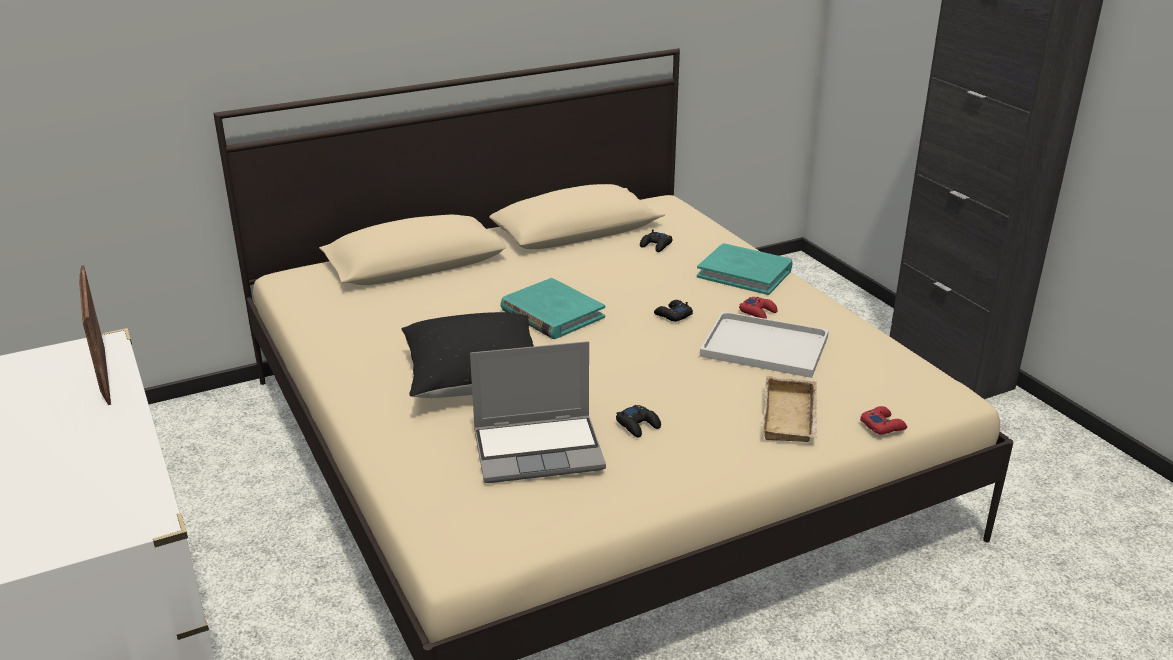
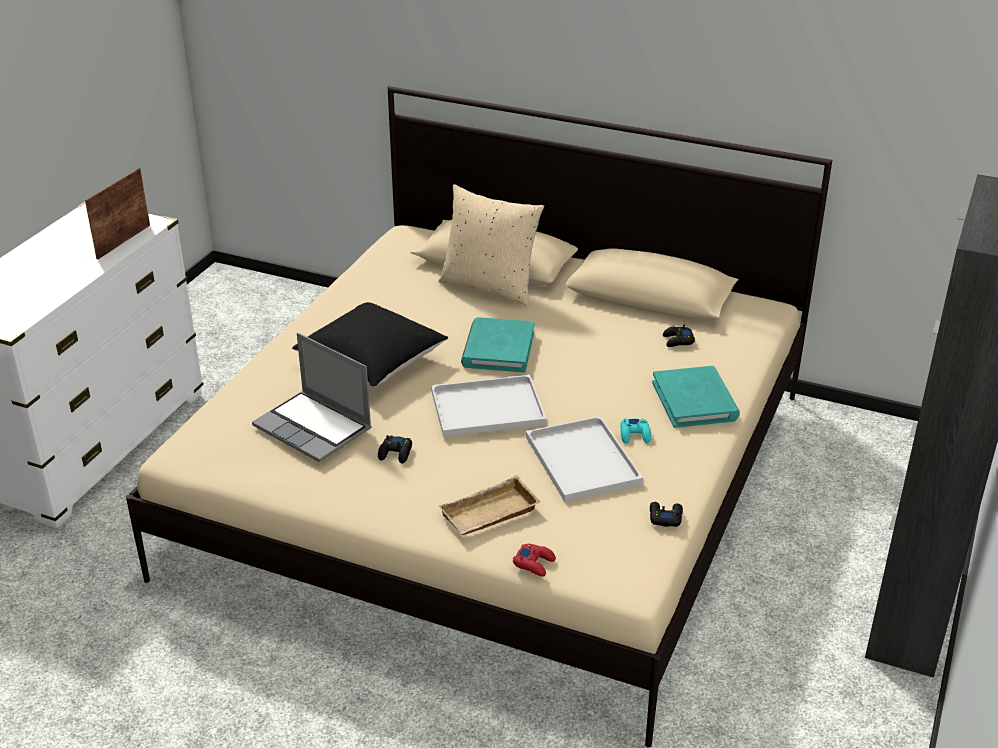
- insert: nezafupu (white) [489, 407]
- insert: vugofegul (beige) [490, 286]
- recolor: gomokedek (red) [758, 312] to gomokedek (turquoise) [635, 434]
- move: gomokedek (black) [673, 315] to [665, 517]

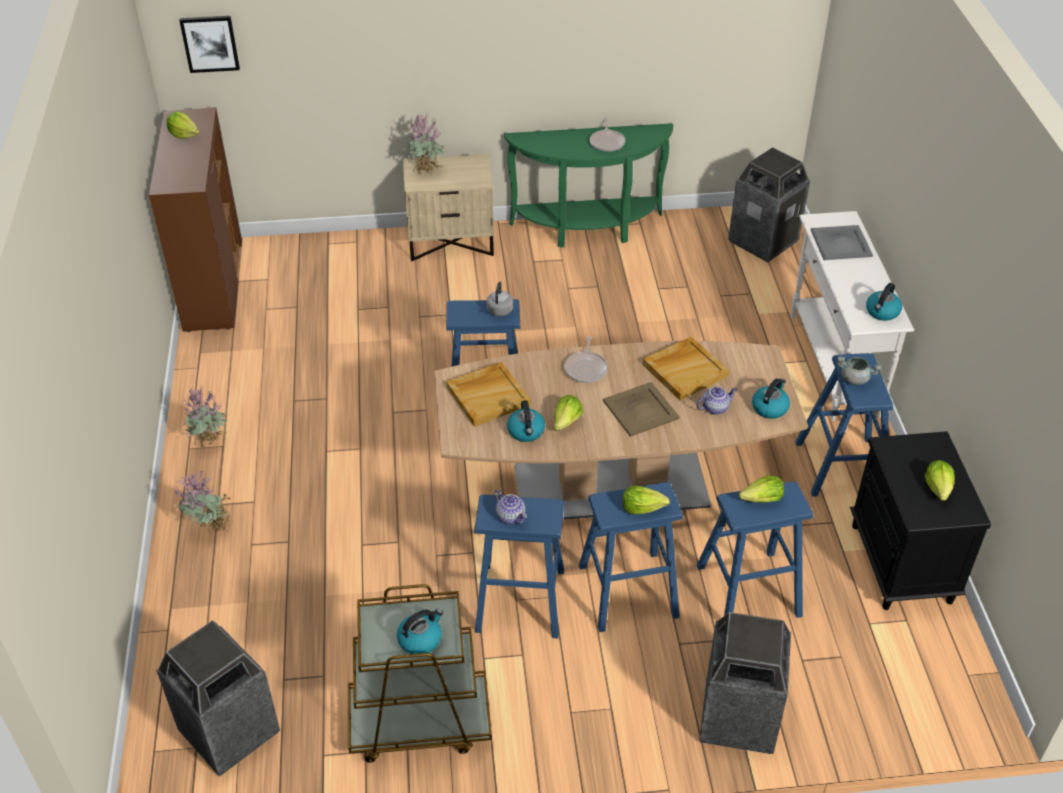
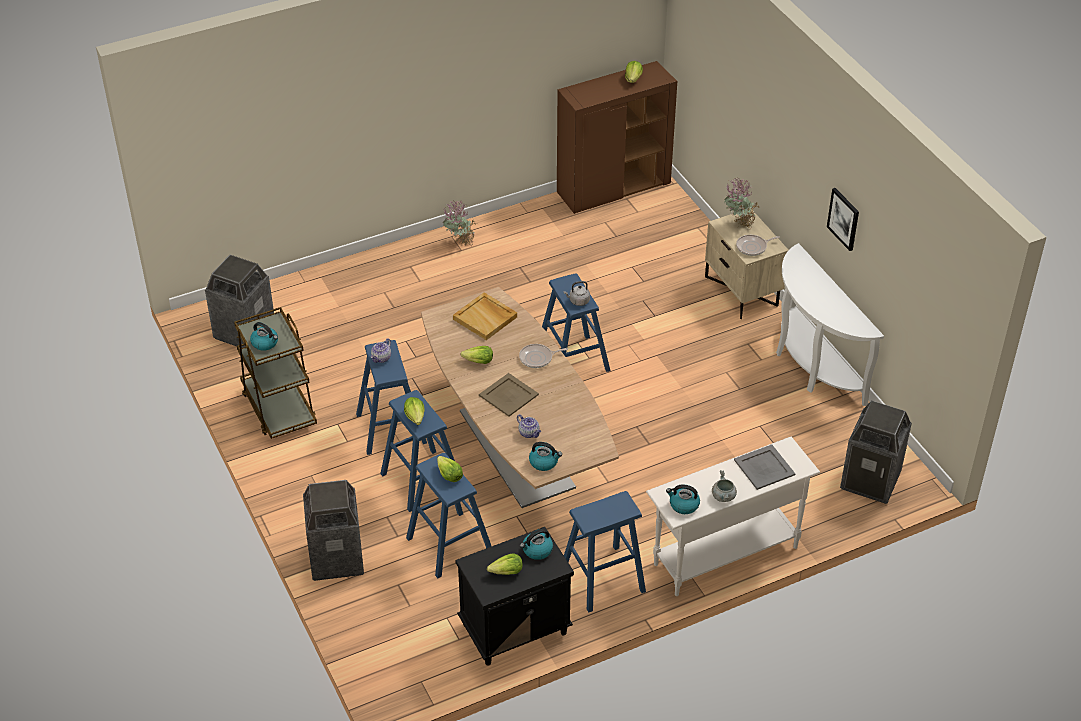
- move: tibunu [526, 431] to [537, 550]
- move: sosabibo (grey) [855, 378] to [724, 497]
- move: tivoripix [607, 142] to [753, 247]
- recolor: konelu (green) [588, 230] to konelu (white) [811, 365]
- move: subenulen [210, 43] to [844, 218]
- delete: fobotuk [211, 530]
- delete: nezafupu (beige) [685, 370]

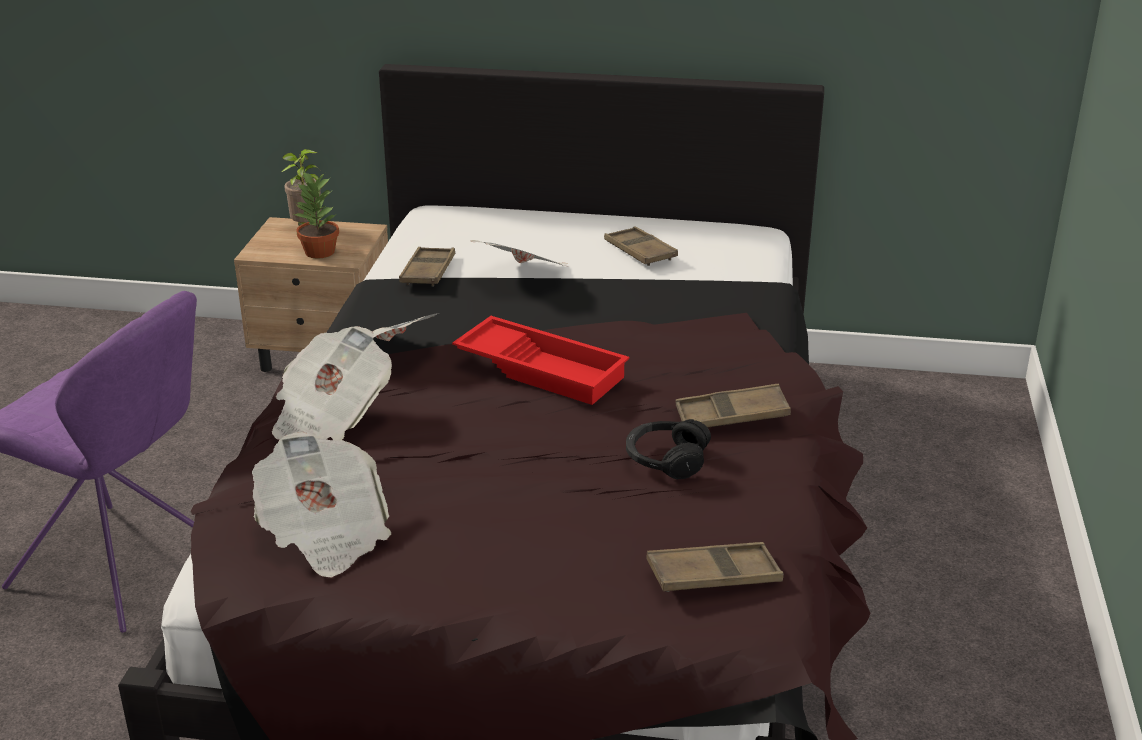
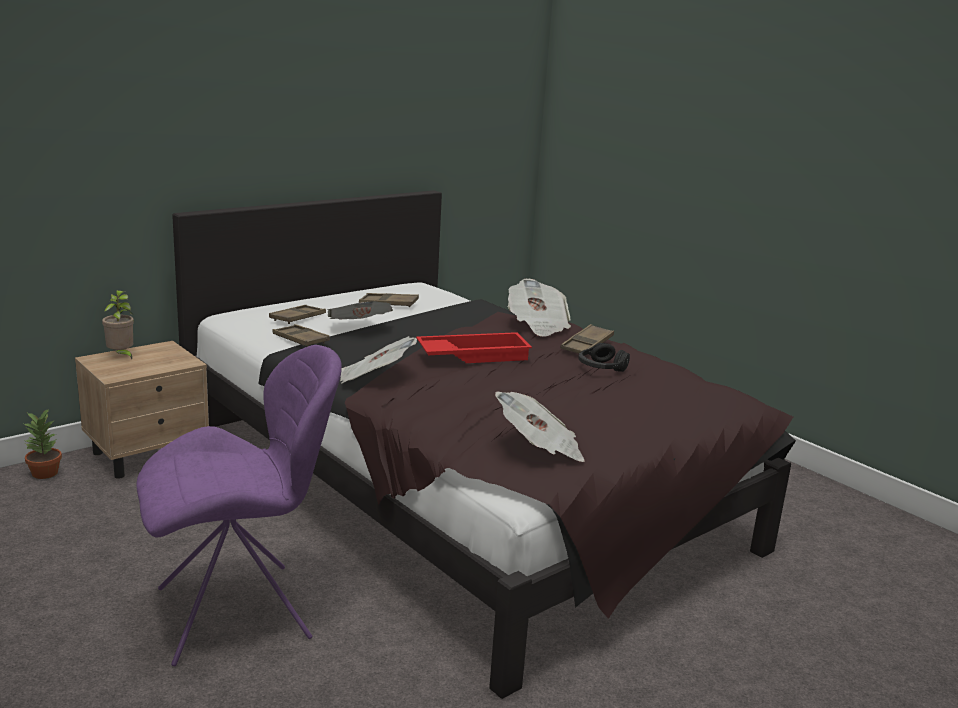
- move: fobotuk [320, 252] to [45, 473]
- move: nezafupu (brown) [713, 575] to [297, 318]
- move: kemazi [330, 415] to [537, 325]

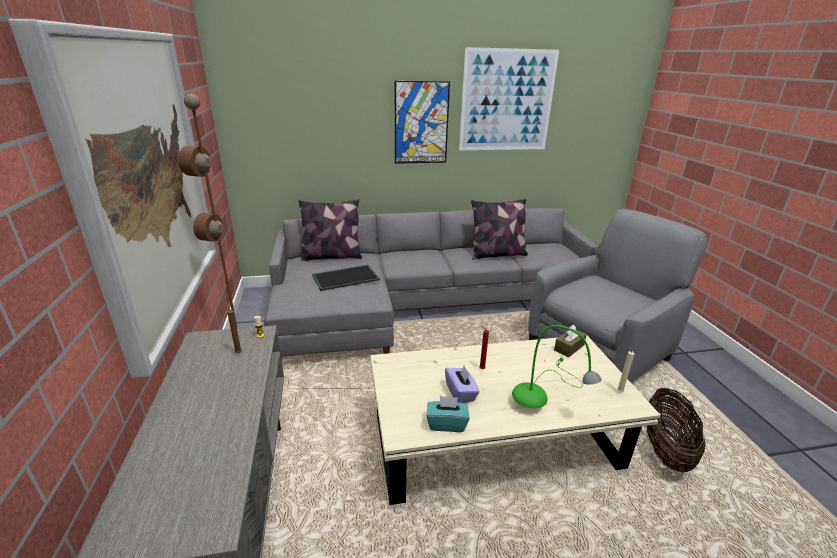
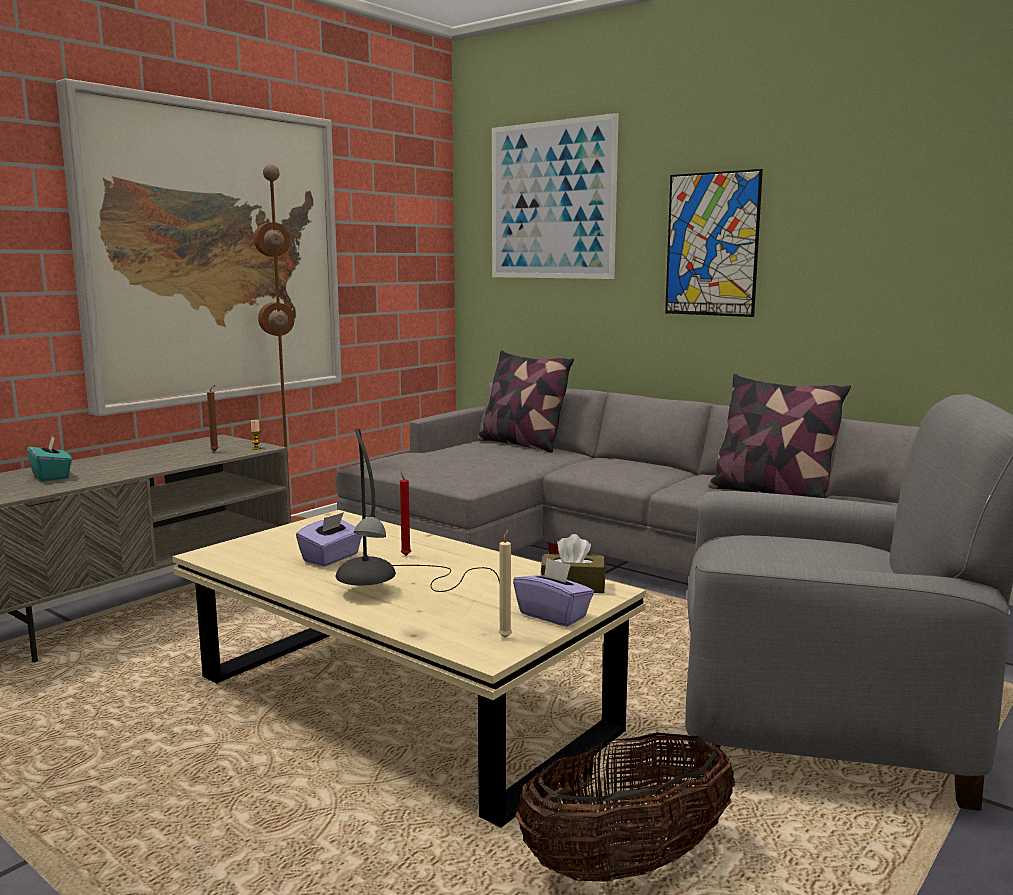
- move: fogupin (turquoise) [446, 424] to [51, 476]
- recolor: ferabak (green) [546, 400] to ferabak (grey) [394, 599]
- move: subenulen [507, 101] to [551, 200]
- insert: fogupin (purple) [553, 615]
- delete: nezafupu [346, 277]

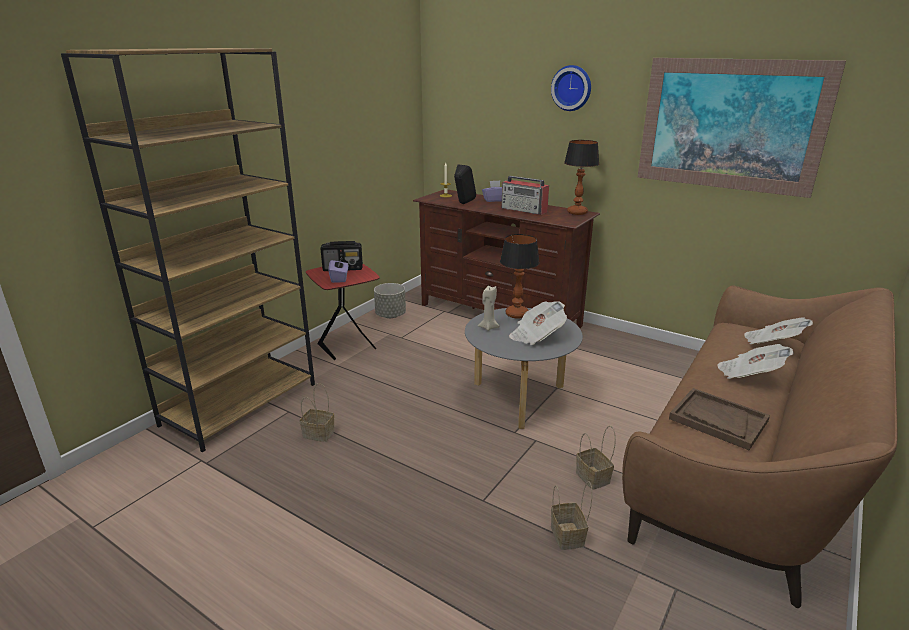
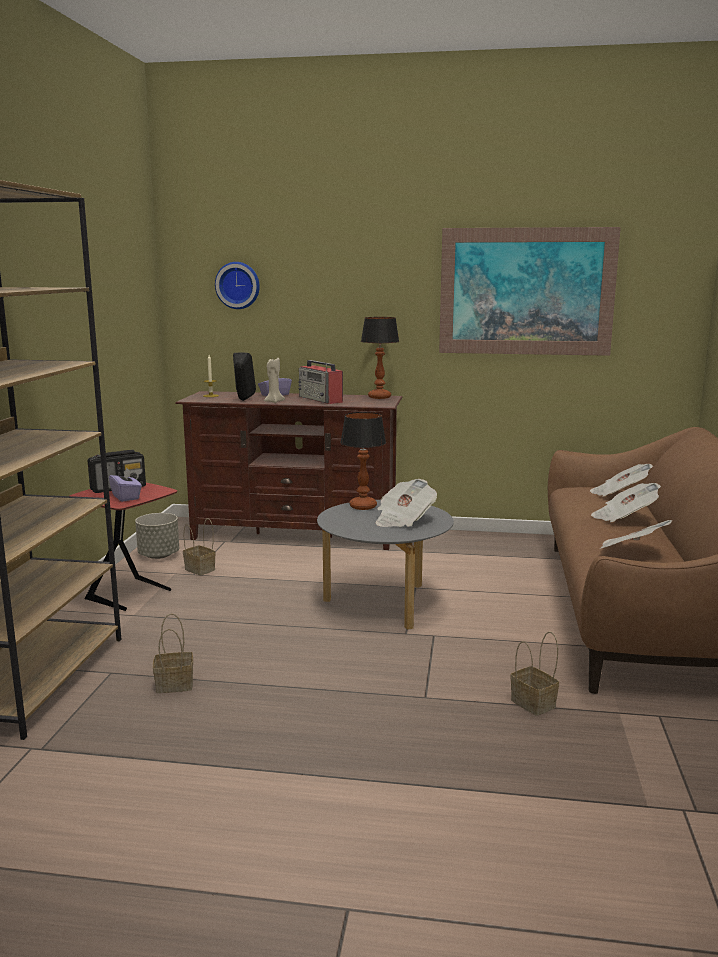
- move: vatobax [594, 478] to [201, 569]
- move: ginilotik [572, 88] to [238, 285]
- move: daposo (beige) [488, 327] to [274, 401]
- rotate: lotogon [524, 210] = [321, 400] 45 degrees clockwise
- replace: nezafupu (brown) [718, 420] to kemazi [631, 552]

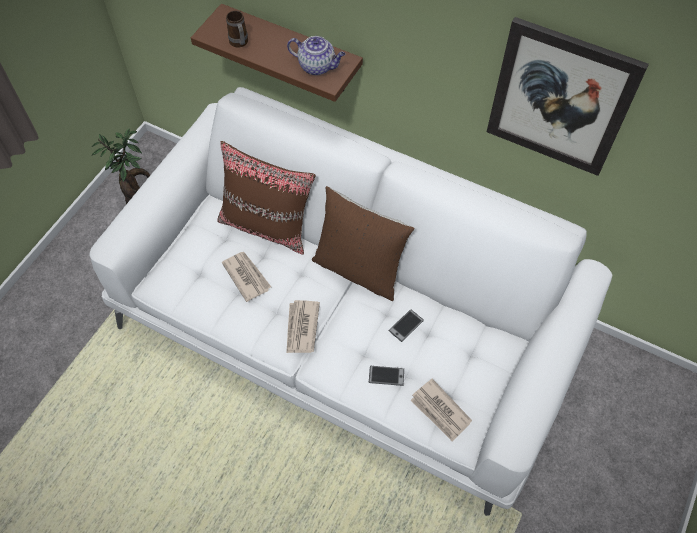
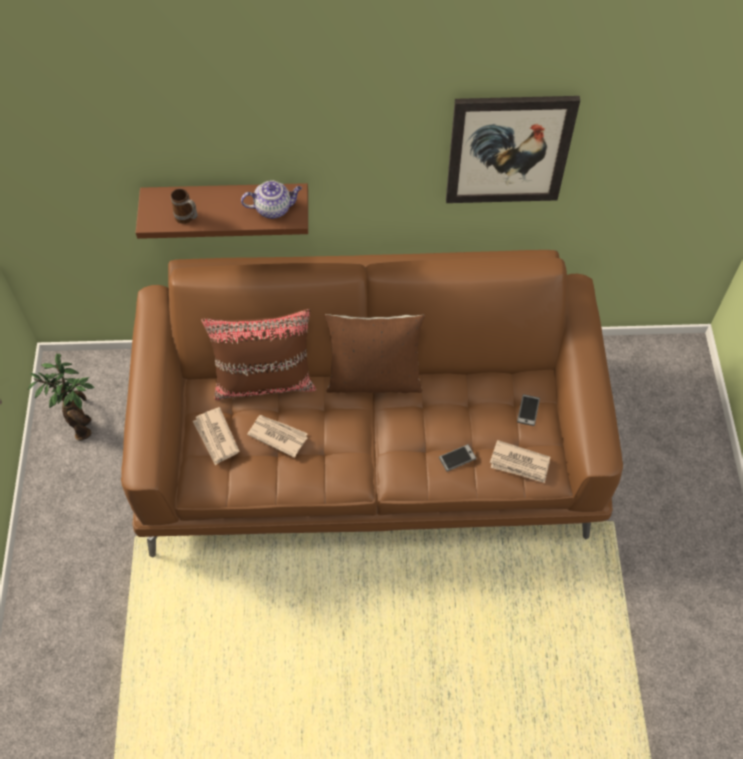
- recolor: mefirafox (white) [348, 328] to mefirafox (brown) [371, 444]
- move: kemazi [301, 328] to [216, 437]
- move: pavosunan [406, 325] to [528, 410]

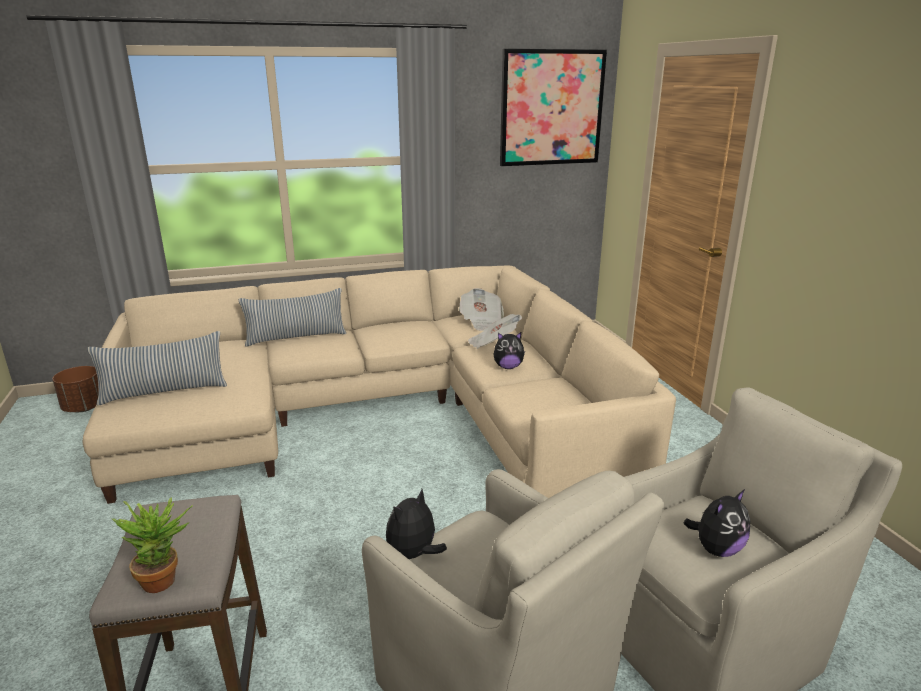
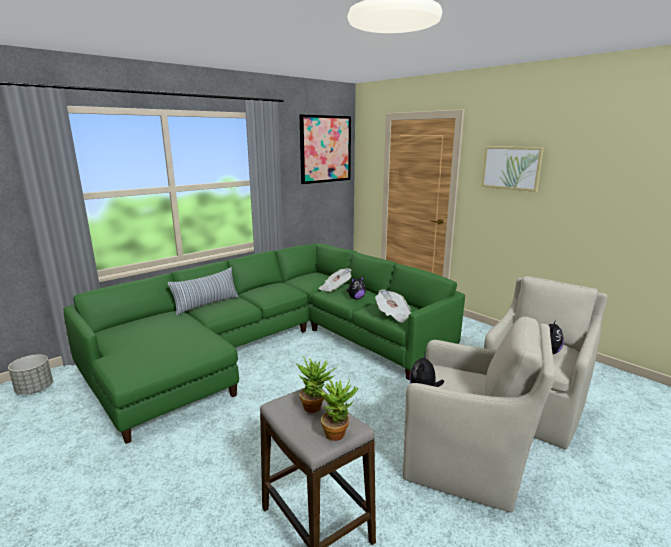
- recolor: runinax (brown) [84, 408] to runinax (grey) [34, 389]
- recolor: mefirafox (beige) [380, 415] to mefirafox (green) [272, 346]
- insert: fobotuk [316, 407]
- move: kemazi [481, 322] to [393, 315]
- insert: subenulen [511, 168]
- delete: vugofegul [164, 392]

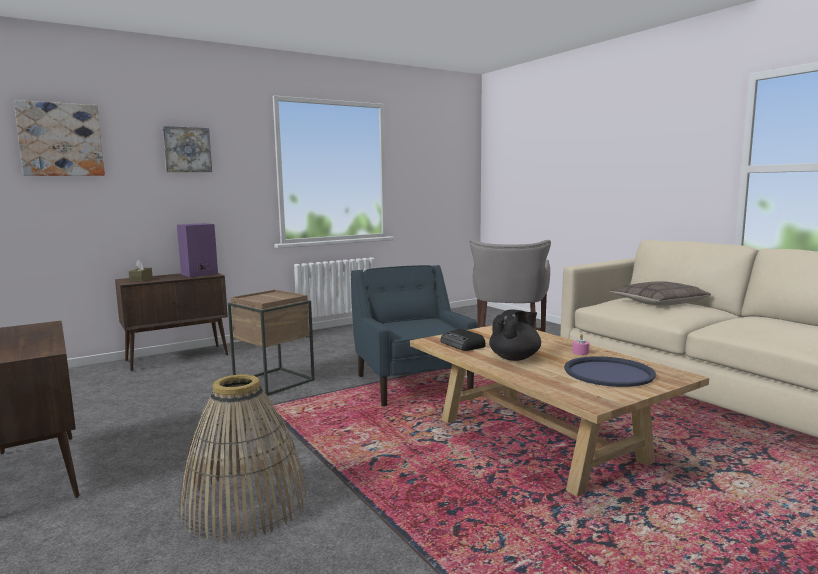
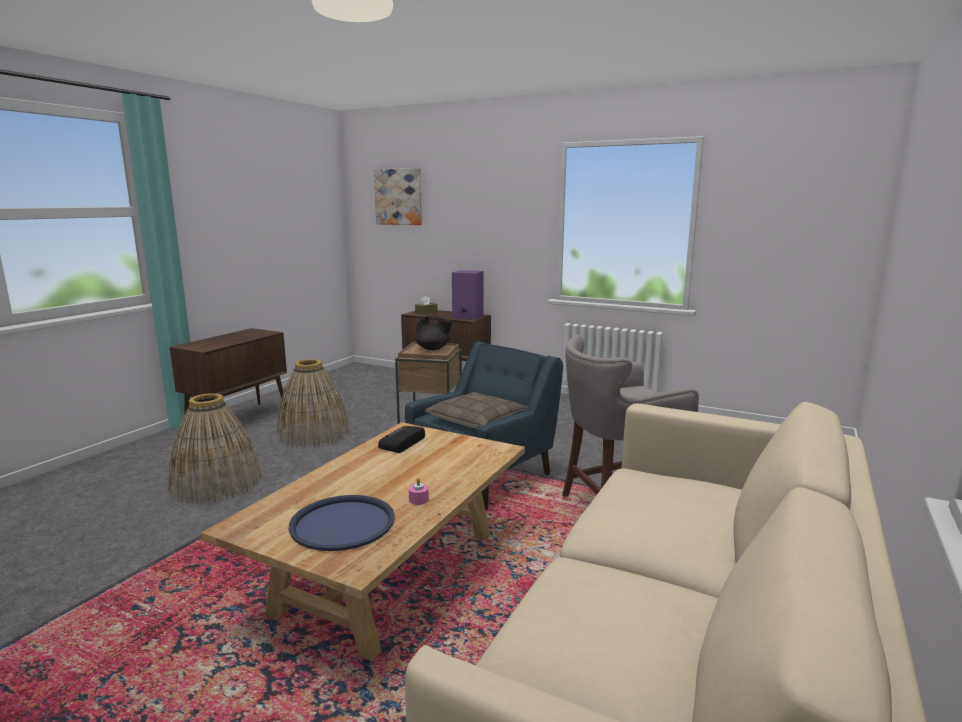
- insert: vatobax [313, 433]
- move: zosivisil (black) [515, 358] to [433, 349]
- move: vugofegul [657, 302] to [477, 419]
- delete: subenulen [187, 150]

